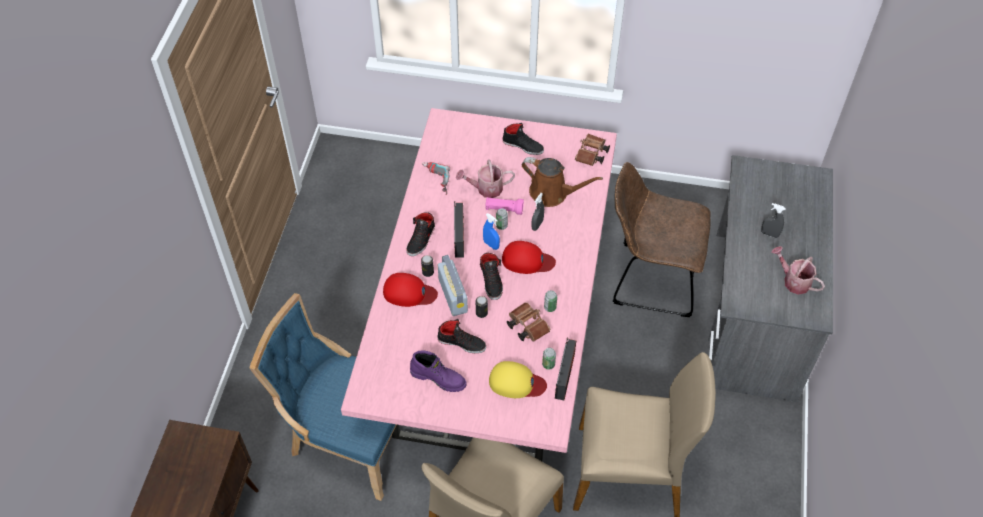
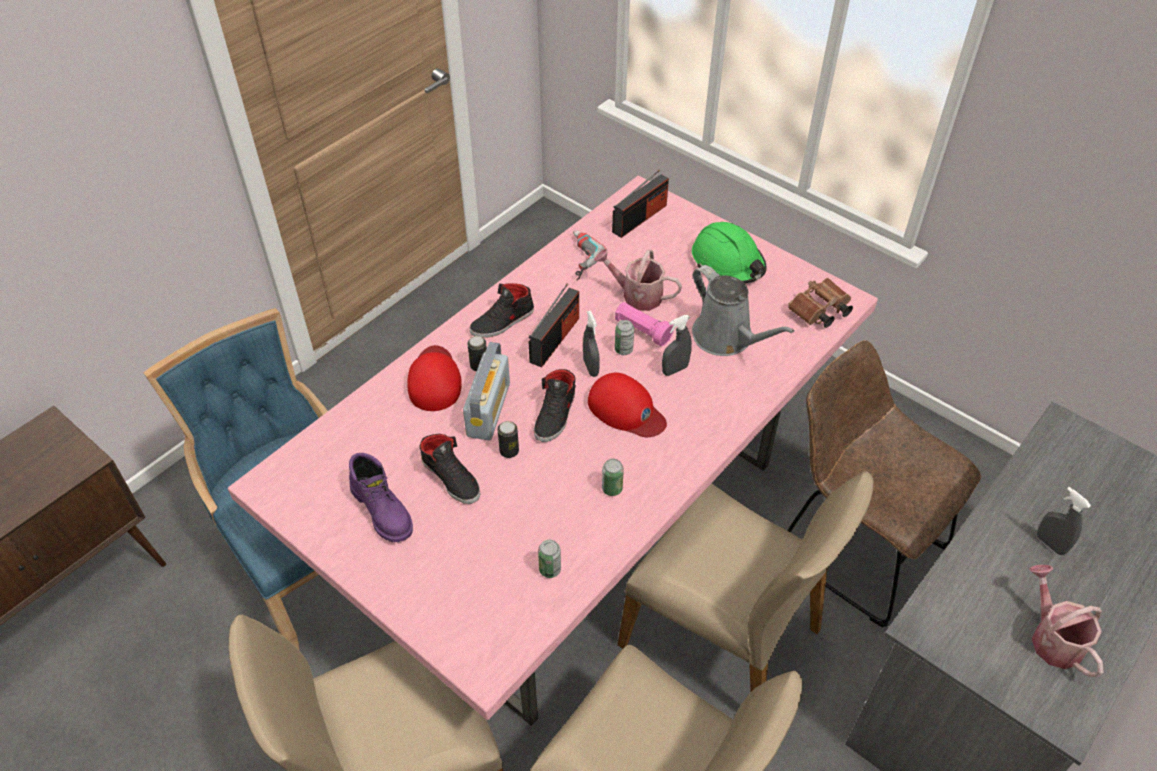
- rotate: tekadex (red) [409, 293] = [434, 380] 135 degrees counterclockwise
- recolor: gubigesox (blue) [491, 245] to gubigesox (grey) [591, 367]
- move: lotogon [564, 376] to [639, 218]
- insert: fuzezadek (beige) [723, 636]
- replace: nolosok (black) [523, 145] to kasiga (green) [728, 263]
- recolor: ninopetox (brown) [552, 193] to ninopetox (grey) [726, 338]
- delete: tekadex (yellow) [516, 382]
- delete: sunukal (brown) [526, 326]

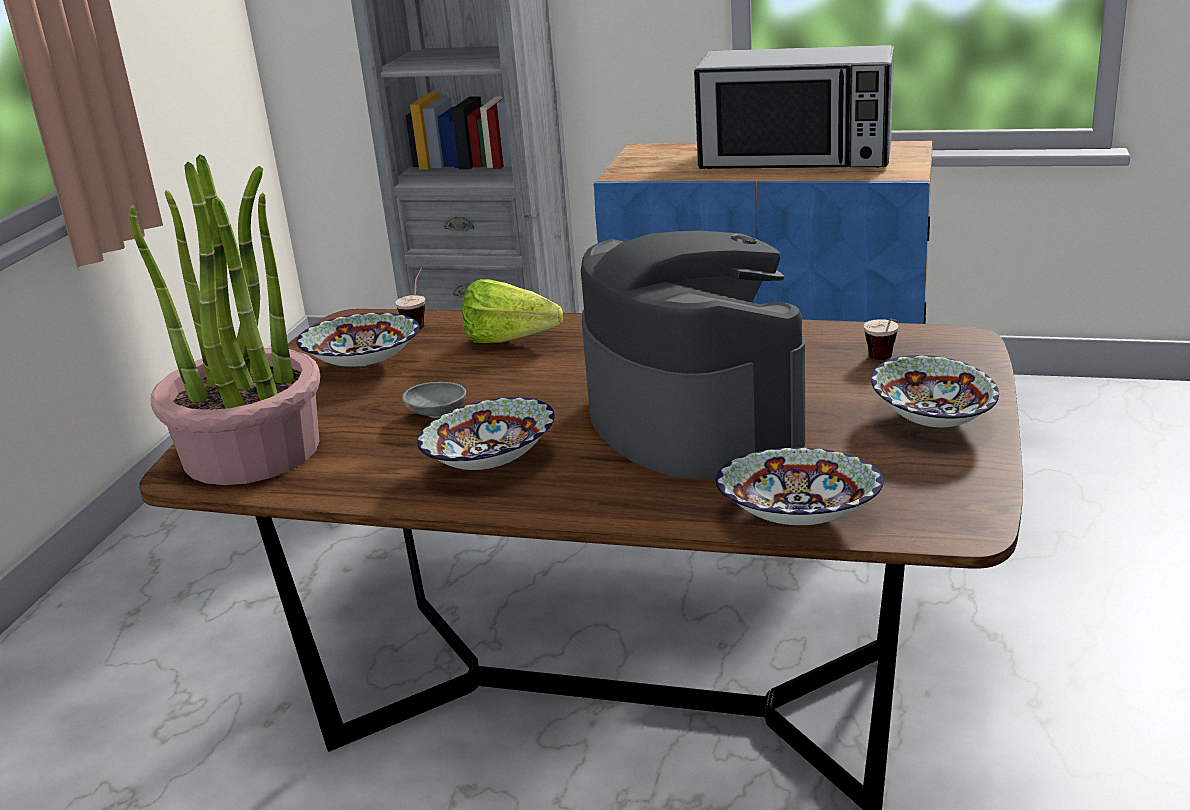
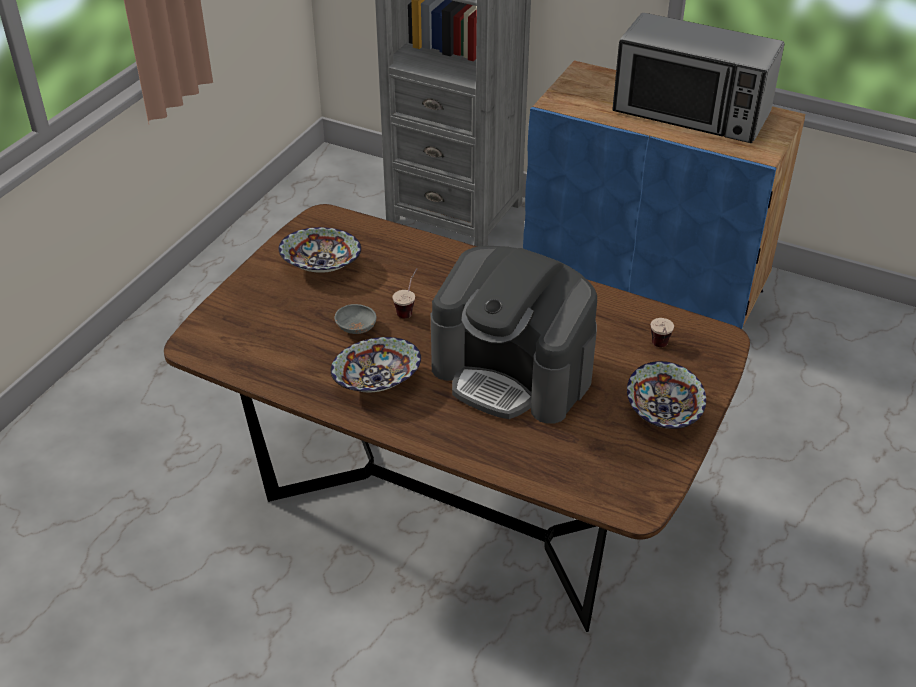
- move: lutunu [418, 323] to [408, 308]
- rotate: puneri [691, 418] = [513, 372] 135 degrees clockwise
- delete: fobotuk [252, 452]
- delete: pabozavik [516, 341]
- delete: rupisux [798, 519]

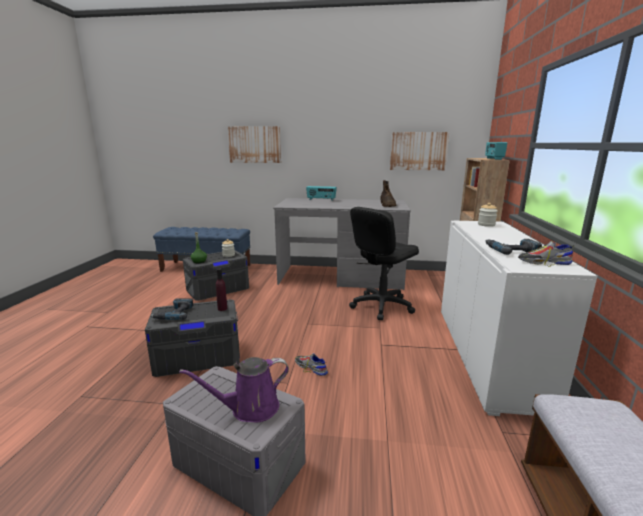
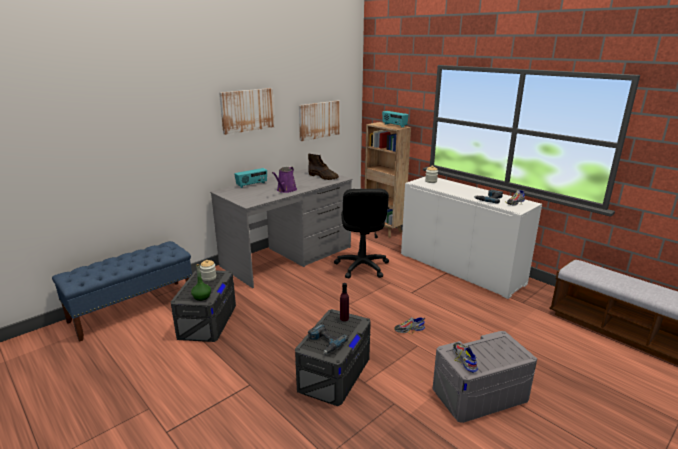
- move: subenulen [255, 144] to [247, 110]
- move: ninopetox (purple) [250, 408] to [285, 190]
- insert: nolosok [464, 359]

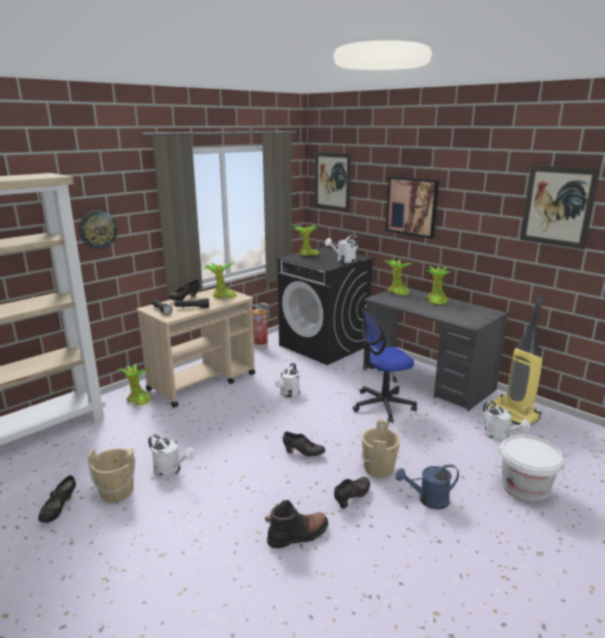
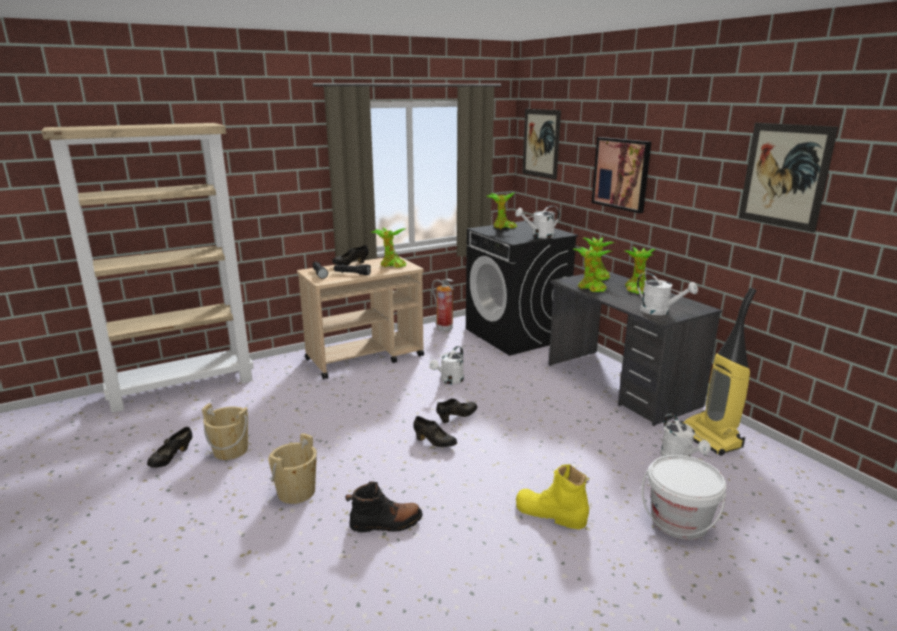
- move: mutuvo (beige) [378, 468] to [296, 492]
- move: nolosok (black) [352, 498] to [457, 417]
- replace: ninopetox (blue) [428, 500] to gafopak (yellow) [550, 514]
- move: fobotuk [137, 400] to [590, 288]
- move: ninopetox (white) [171, 470] to [660, 312]
- delete: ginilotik [98, 229]
- delete: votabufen [383, 405]

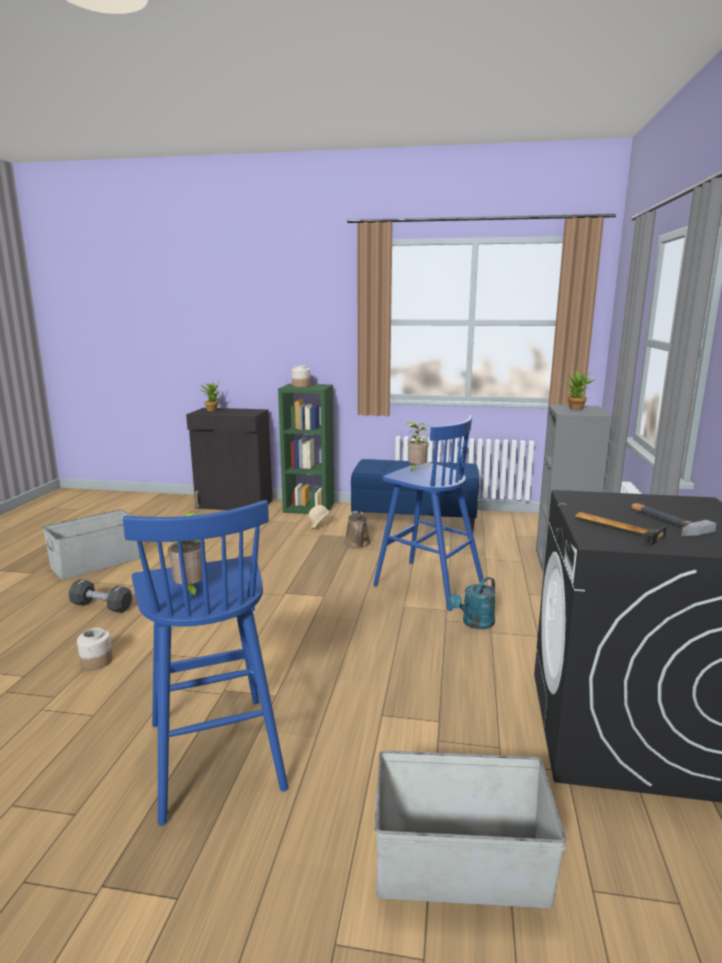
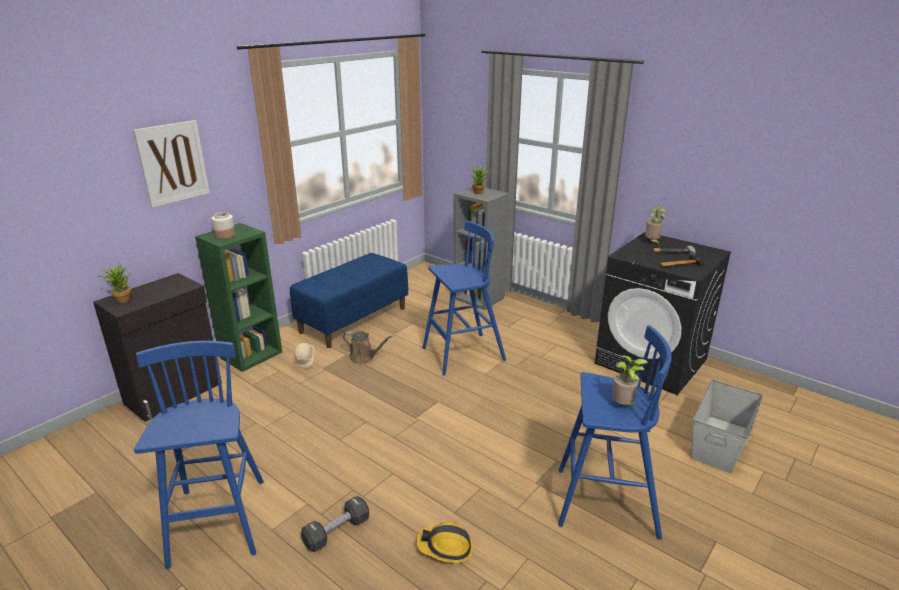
- insert: subenulen [173, 163]
- replace: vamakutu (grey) [97, 563] to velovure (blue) [218, 523]
- replace: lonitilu [96, 661] to kasiga [446, 547]
- move: fobotuk [416, 469] to [652, 242]
- delete: ninopetox (turquoise) [474, 623]

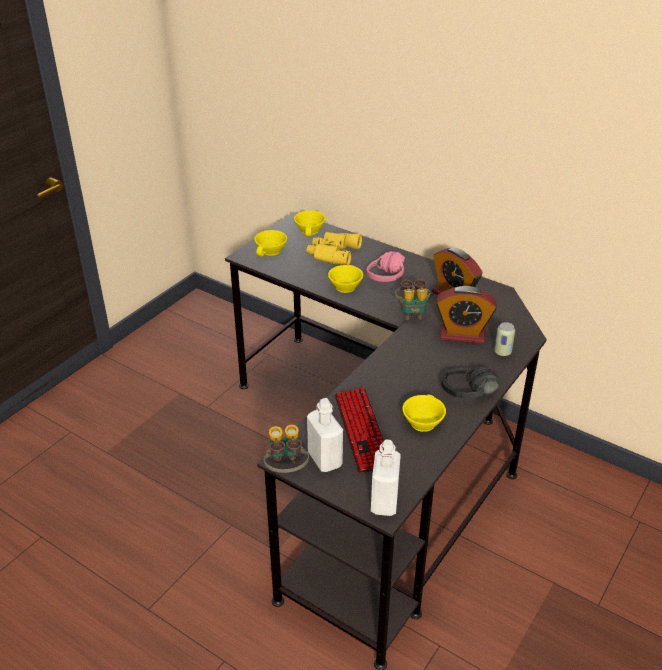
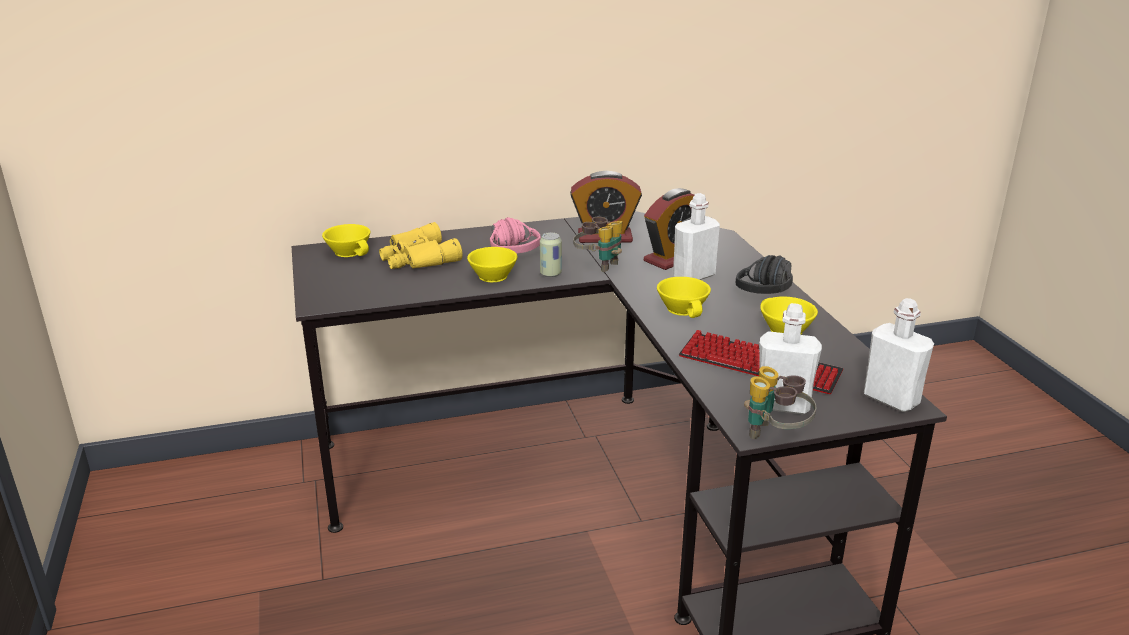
- move: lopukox [502, 352] to [550, 274]
- move: lutunu (yellow) [271, 251] to [685, 309]
- insert: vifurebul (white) [694, 276]

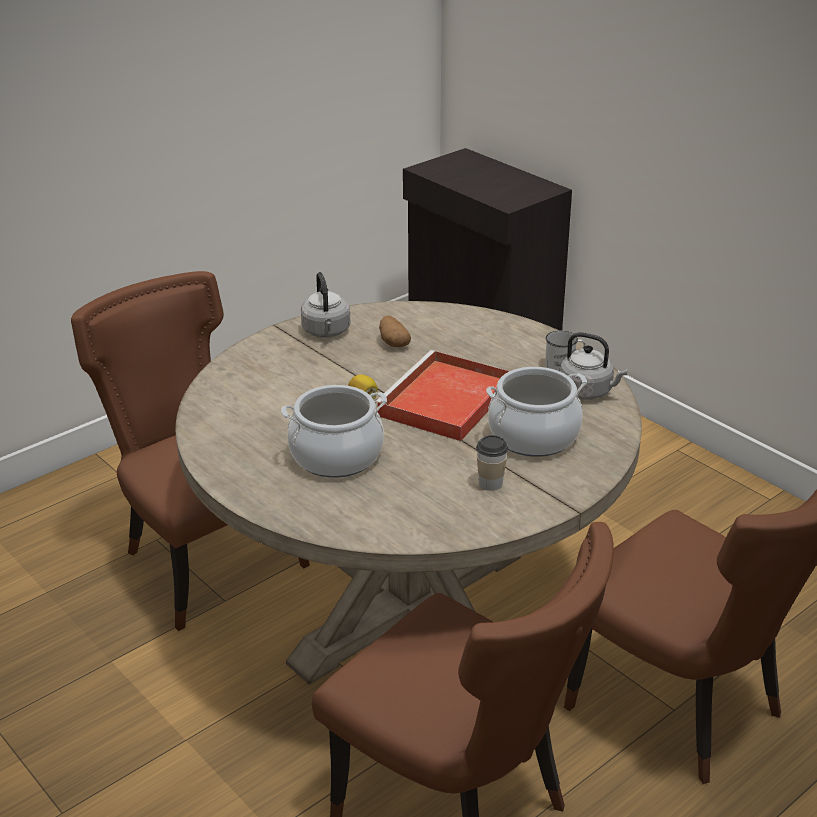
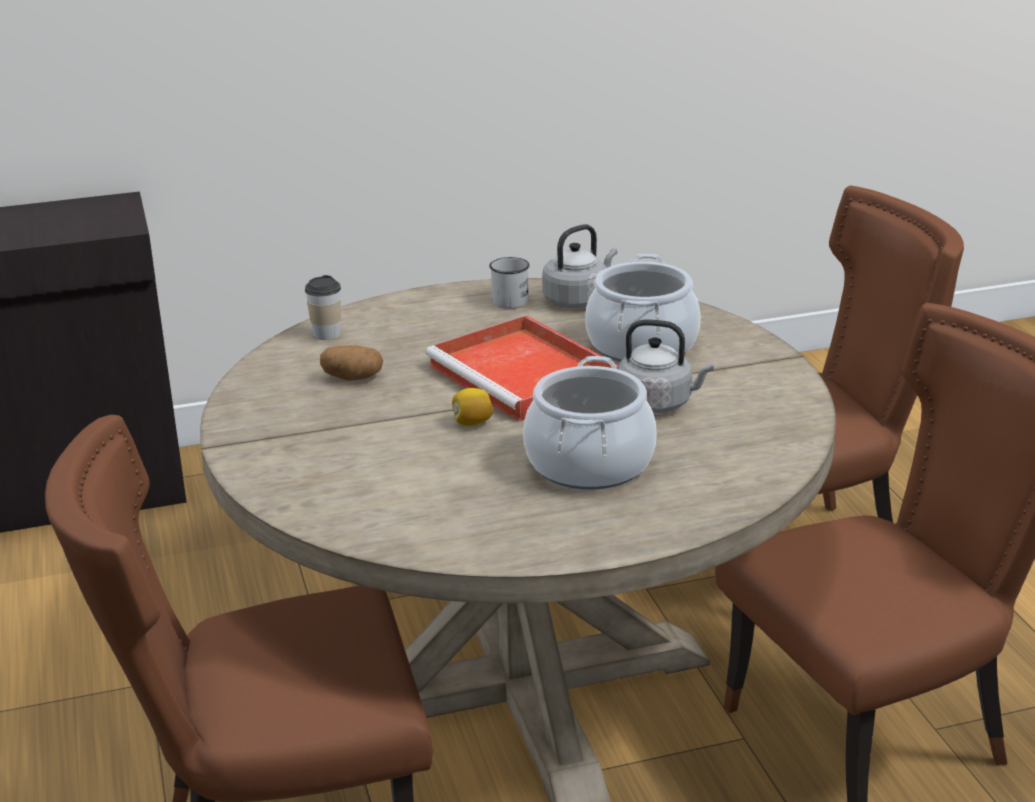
- move: lutunu [490, 483] to [326, 334]
- move: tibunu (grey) [326, 332] to [658, 403]

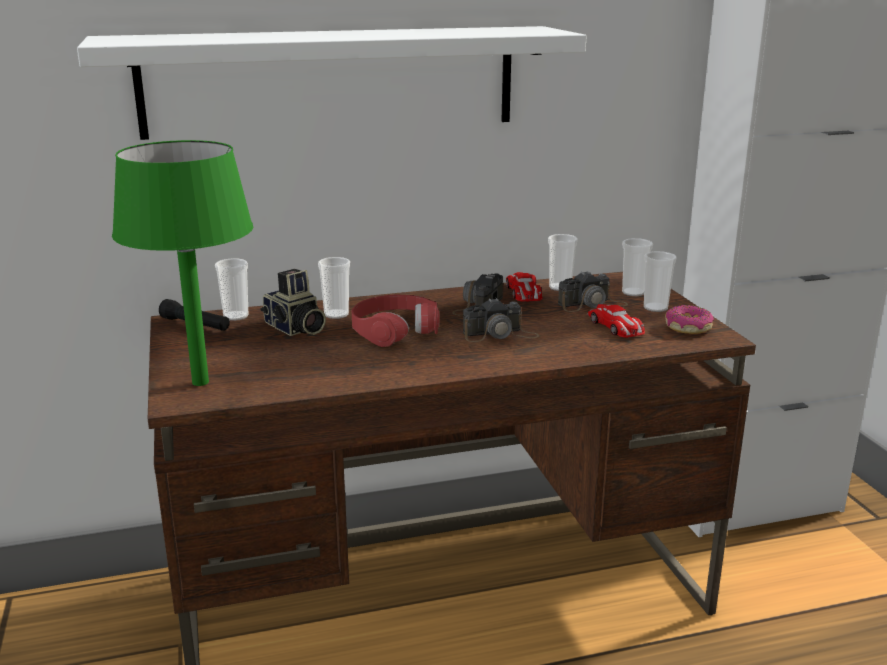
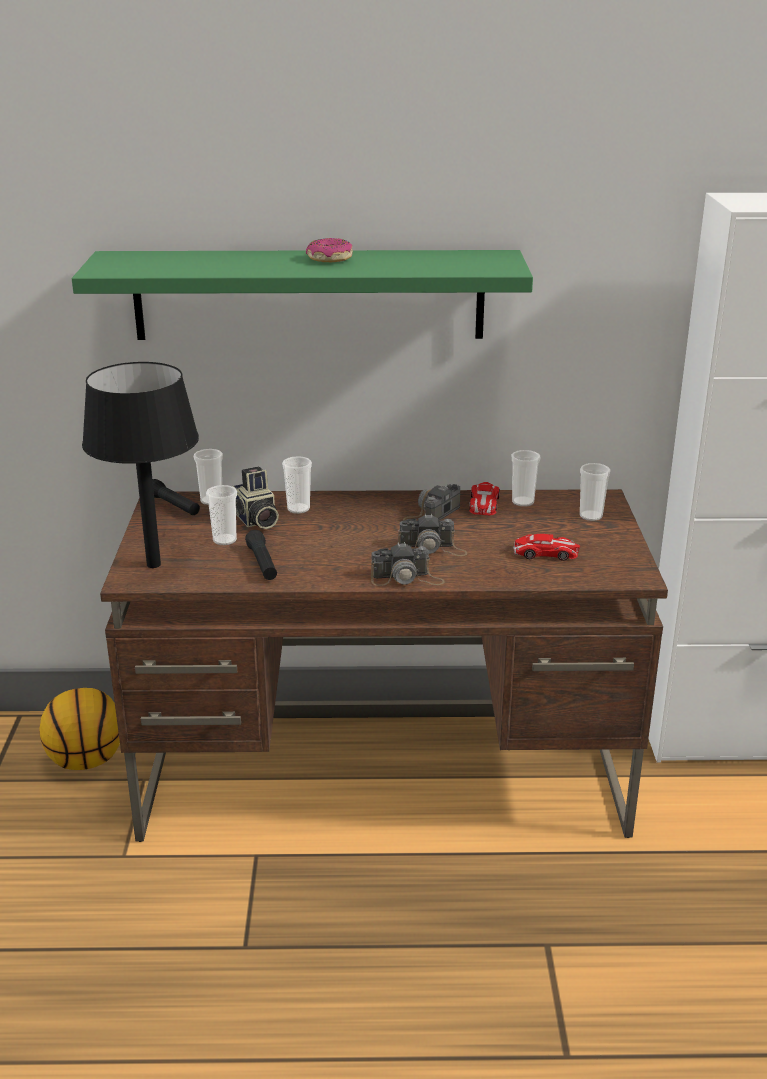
- insert: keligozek [86, 760]
- recolor: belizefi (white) [331, 81] to belizefi (green) [309, 295]
- recolor: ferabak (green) [200, 382] to ferabak (black) [153, 565]
- move: lutunu [655, 308] to [224, 540]
- insert: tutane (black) [262, 564]
- move: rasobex [687, 328] to [329, 259]
- move: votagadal [592, 304] to [407, 578]
- rotate: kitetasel [616, 327] = [545, 553] 75 degrees counterclockwise
- delete: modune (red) [395, 330]

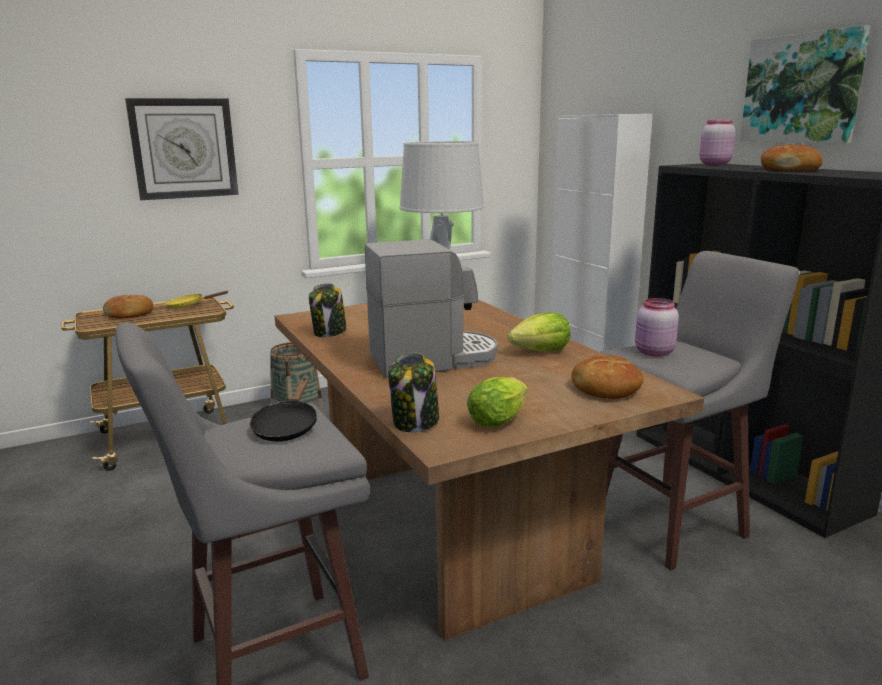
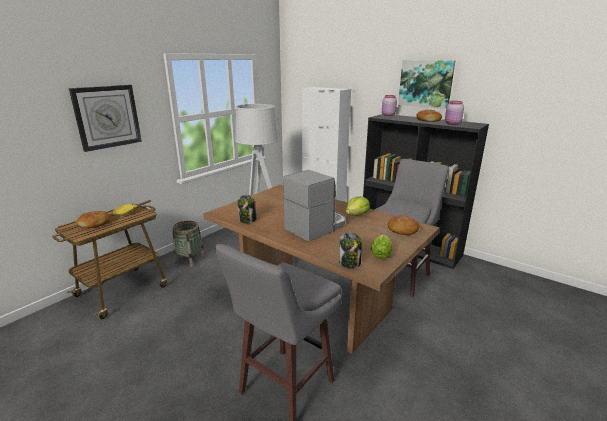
- move: lonitilu (pink) [653, 352] to [452, 124]
- delete: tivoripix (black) [287, 427]

